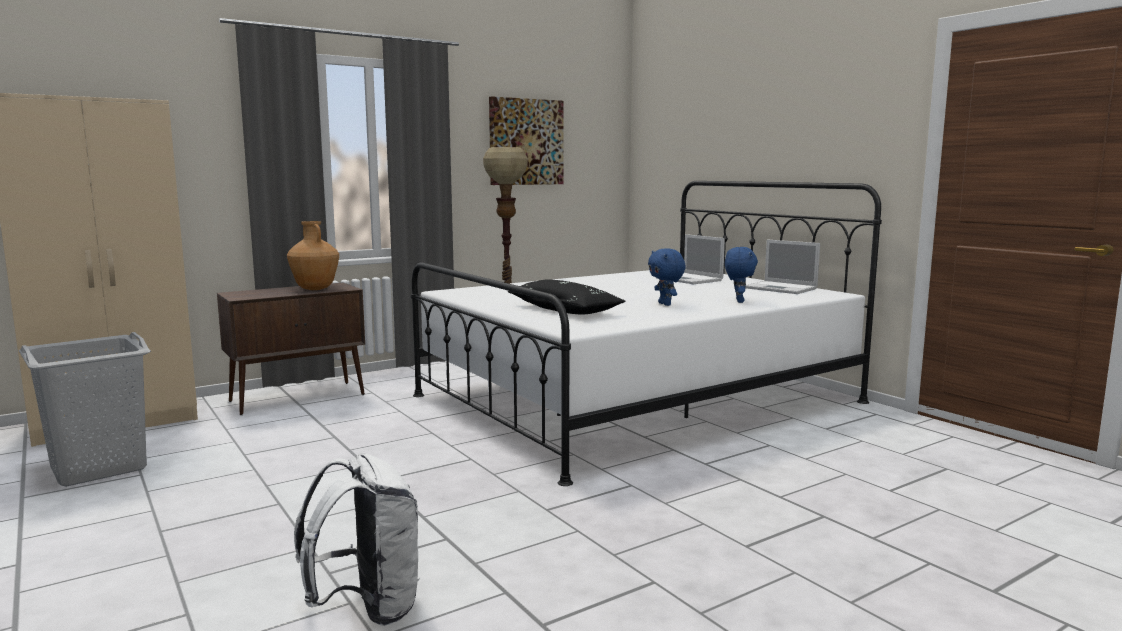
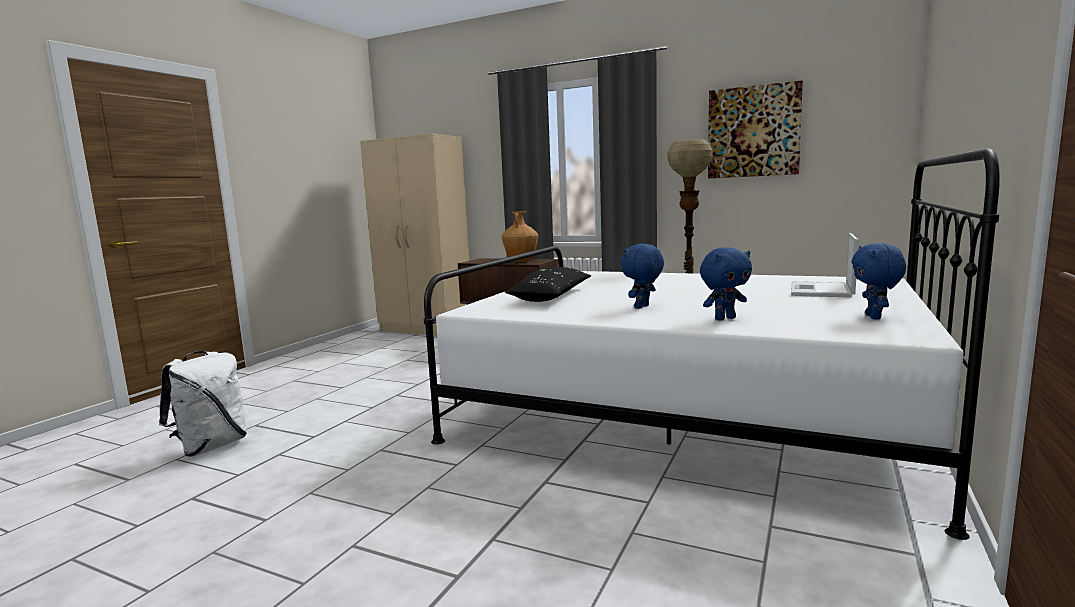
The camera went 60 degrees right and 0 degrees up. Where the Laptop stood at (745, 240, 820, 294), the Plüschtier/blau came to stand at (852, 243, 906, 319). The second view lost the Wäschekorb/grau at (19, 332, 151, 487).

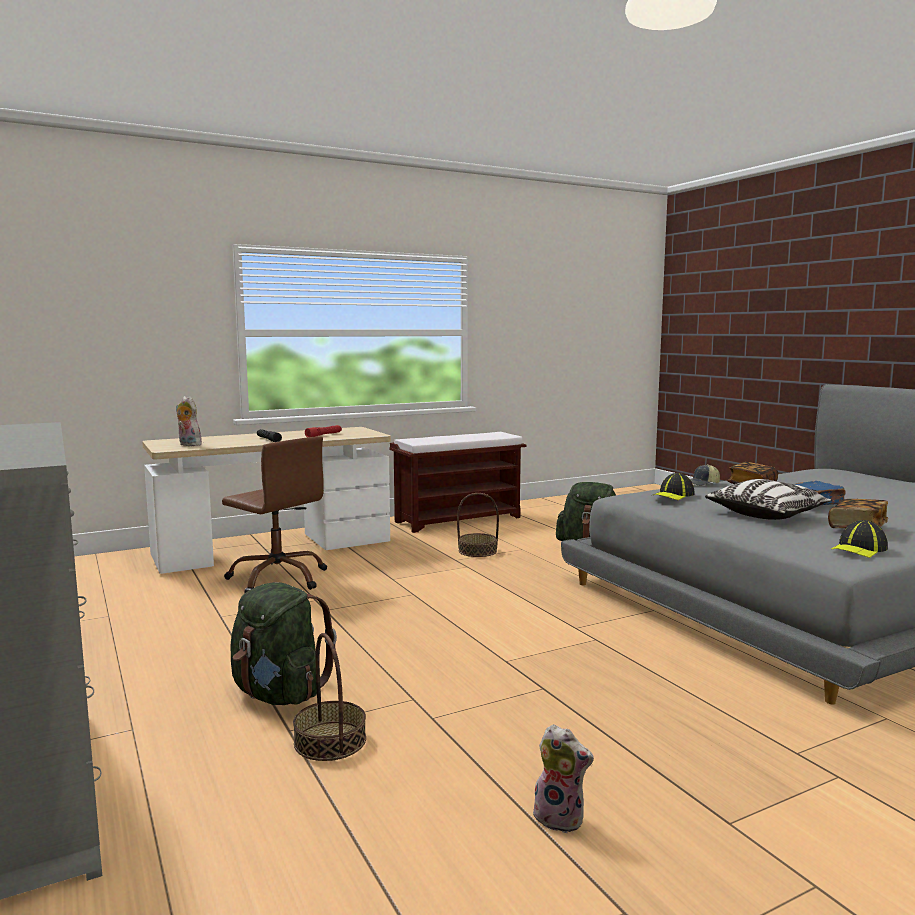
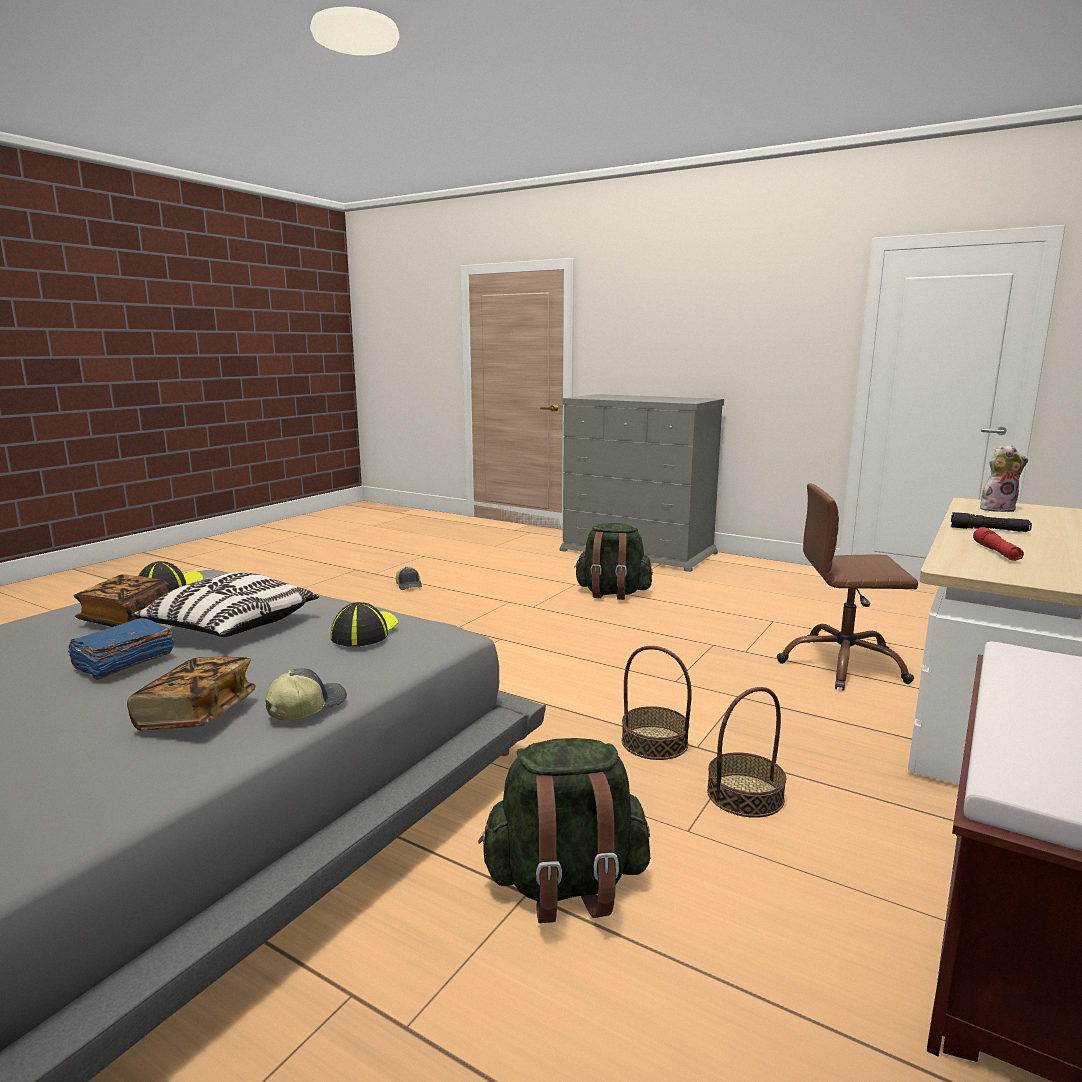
The camera went 150 degrees right and 5 degrees up. The Korb ended up elsewhere, having gone from (293, 633, 366, 761) to (621, 646, 692, 760). Where the Plüschtier stood at (533, 724, 594, 833), the Kappe came to stand at (396, 566, 422, 590).

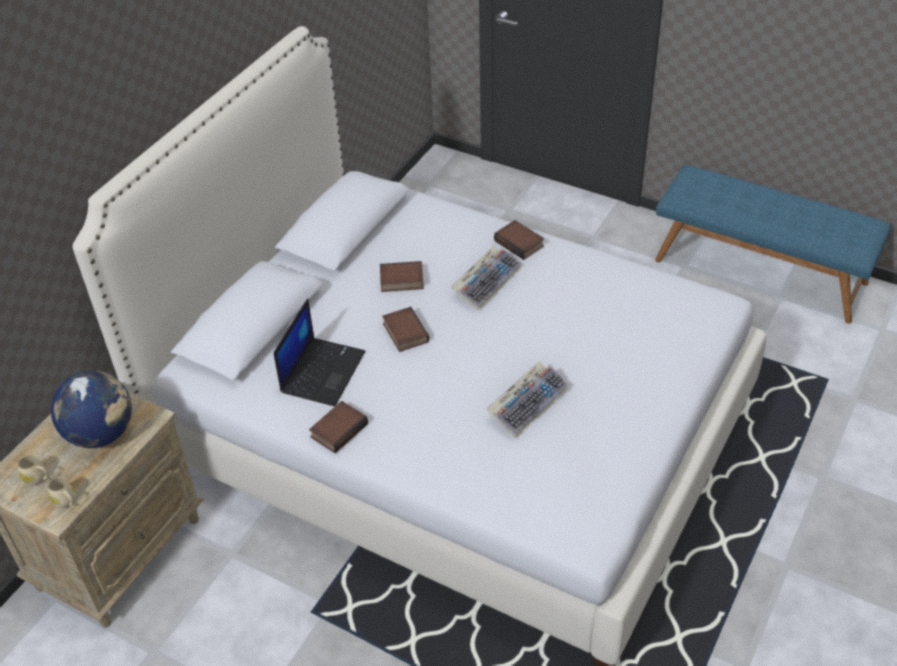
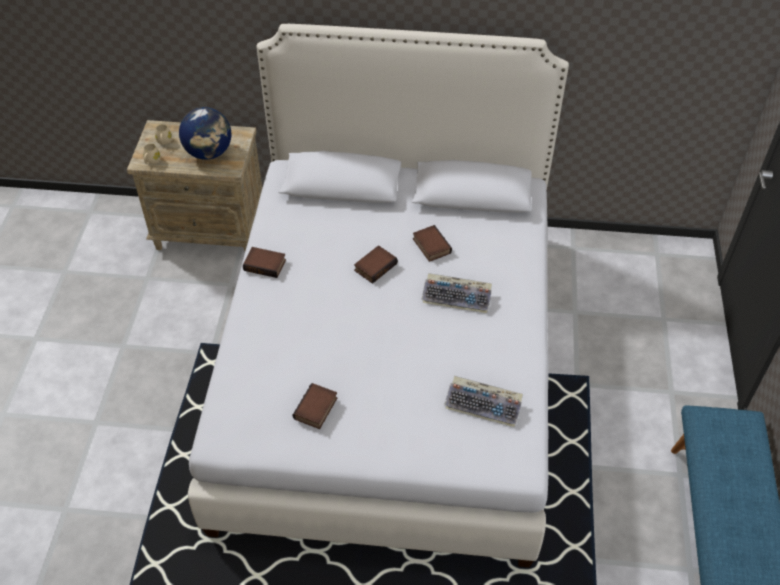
The camera went 65 degrees right and 5 degrees up. The Buch ended up elsewhere, having gone from (494, 220, 544, 260) to (293, 383, 337, 429). The second view lost the Laptop at (274, 299, 365, 406). The Tastatur ended up elsewhere, having gone from (487, 362, 569, 438) to (444, 376, 523, 427).

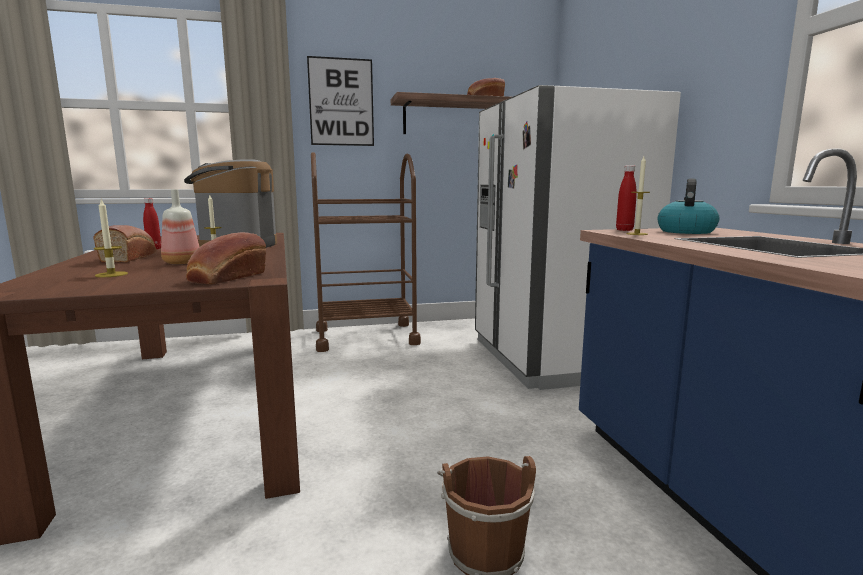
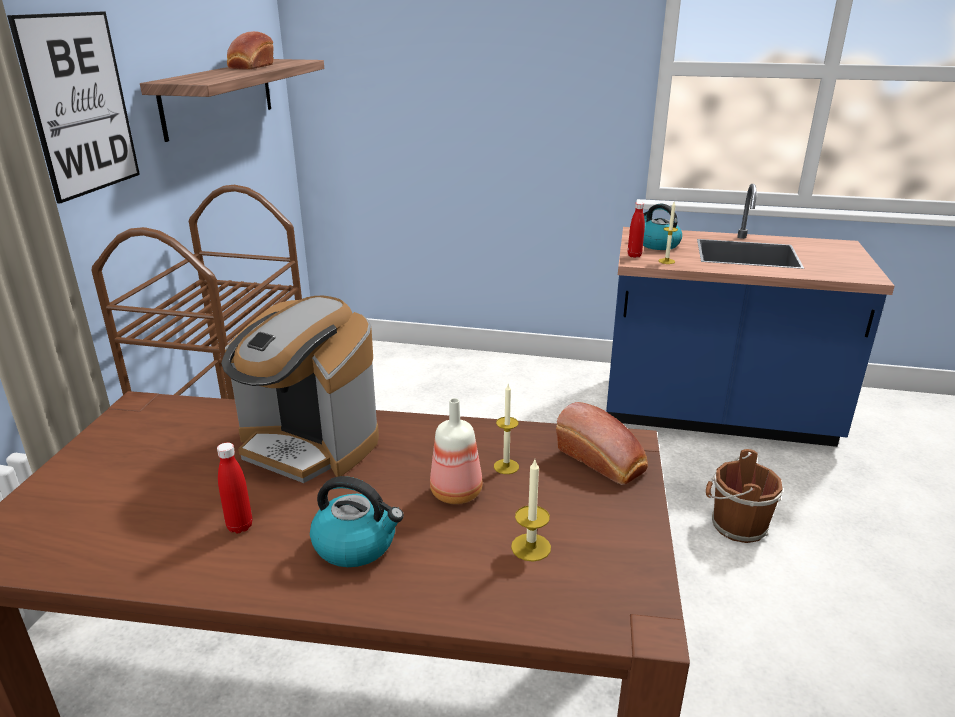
The camera went 65 degrees left and 15 degrees up. The second view lost the Kühlschrank/weiß at (475, 85, 681, 390). Where the Brot stood at (94, 225, 156, 263), the Wasserkessel came to stand at (310, 476, 404, 567).

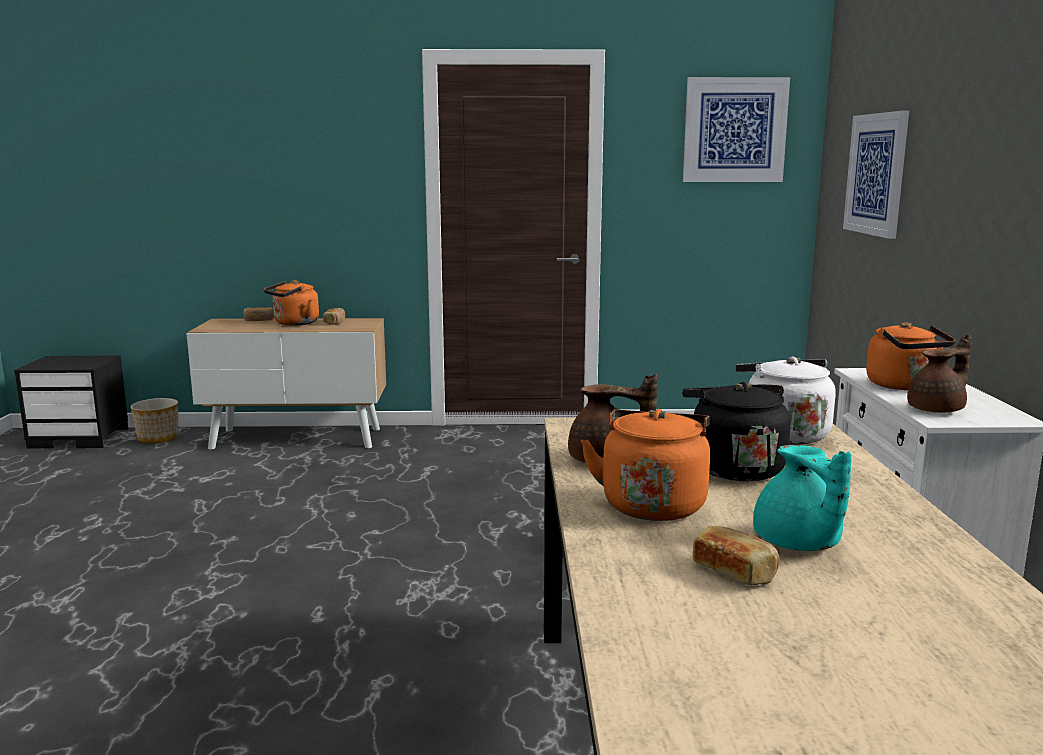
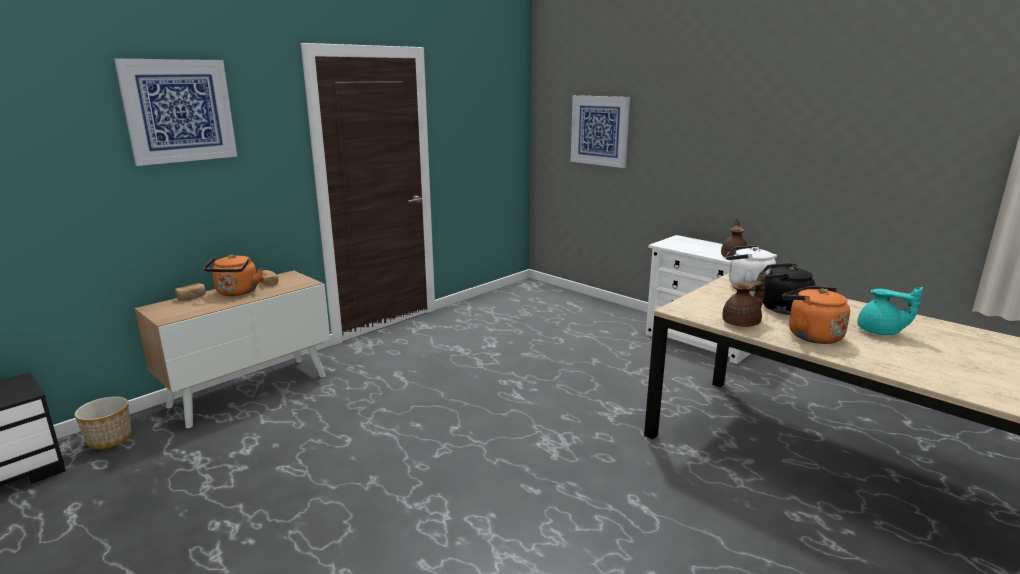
The camera went 45 degrees left and 5 degrees up. The Bild ended up elsewhere, having gone from (683, 77, 790, 182) to (114, 58, 237, 166). The second view lost the Wasserkessel/orange at (866, 322, 955, 390). The second view lost the Brot at (692, 526, 779, 585).

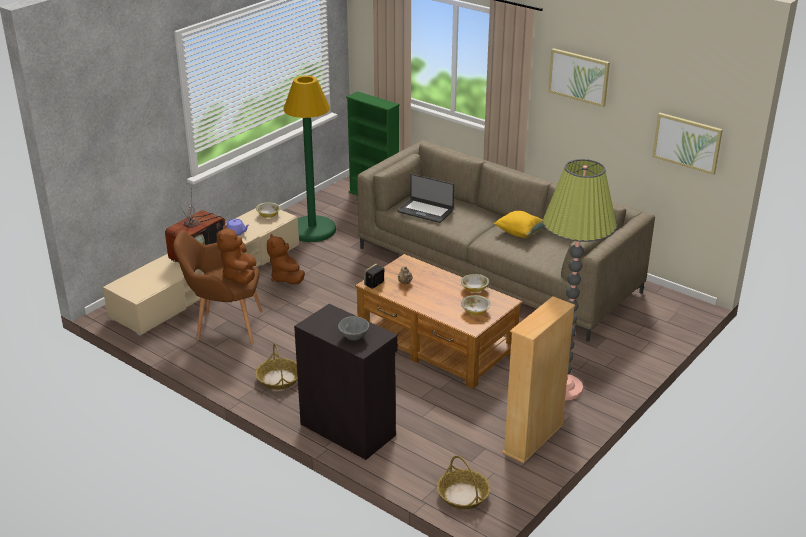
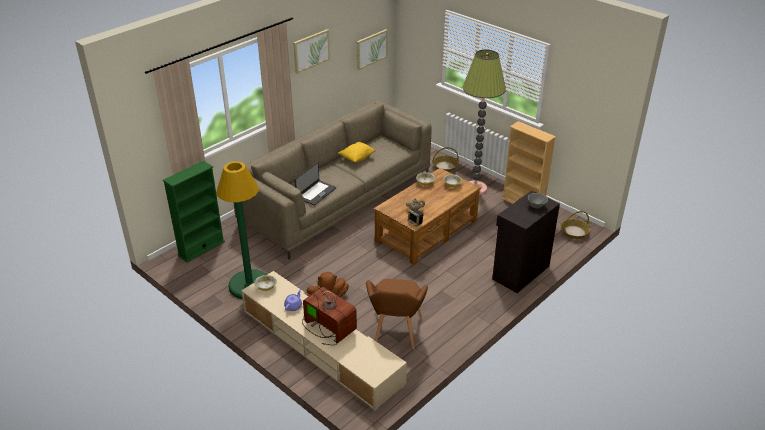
The camera went 85 degrees left and 5 degrees up. The second view lost the Plüschtier/braun at (217, 225, 256, 285). The Korb ended up elsewhere, having gone from (255, 343, 298, 390) to (432, 147, 459, 172).

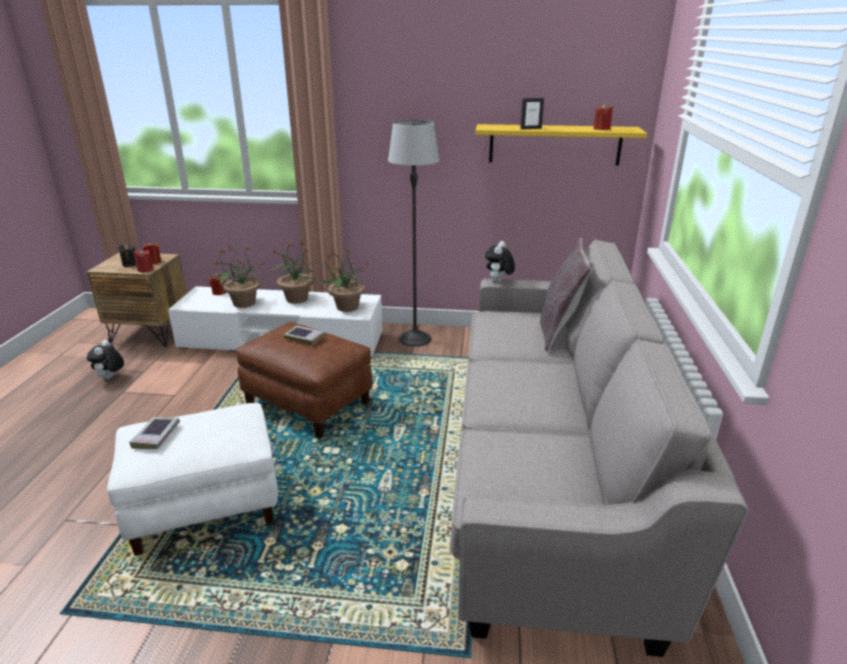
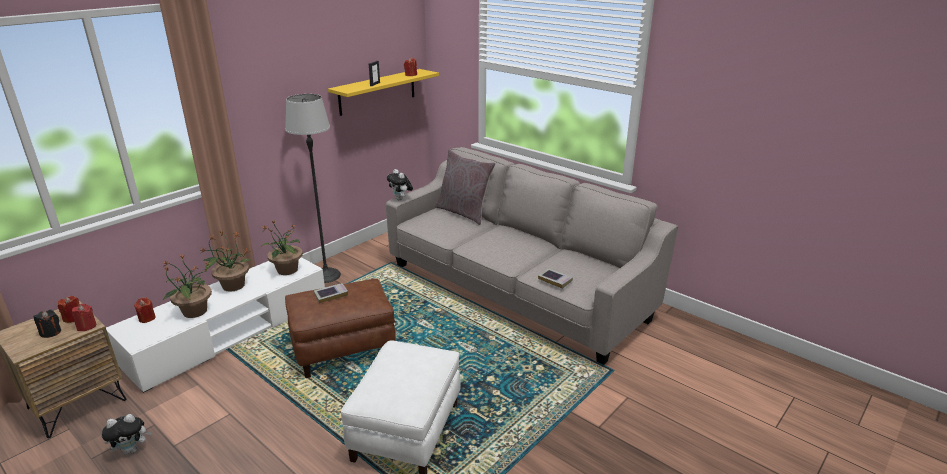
The camera went 55 degrees left and 0 degrees up. The Plüschtier at (87, 340, 124, 380) ended up facing another way, 60 degrees counterclockwise from before. The Buch ended up elsewhere, having gone from (129, 417, 180, 449) to (538, 268, 573, 289).

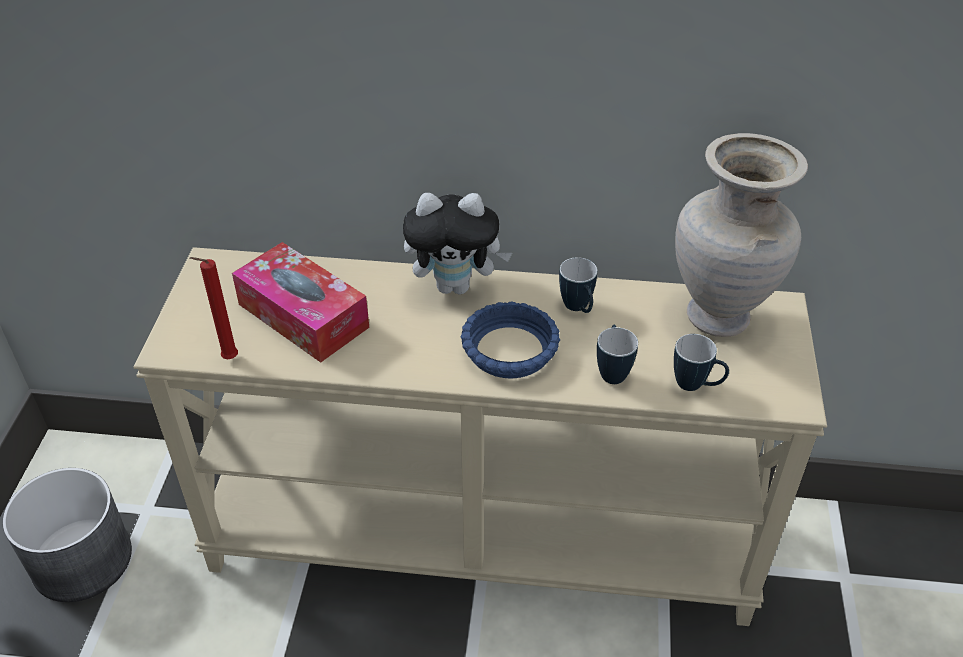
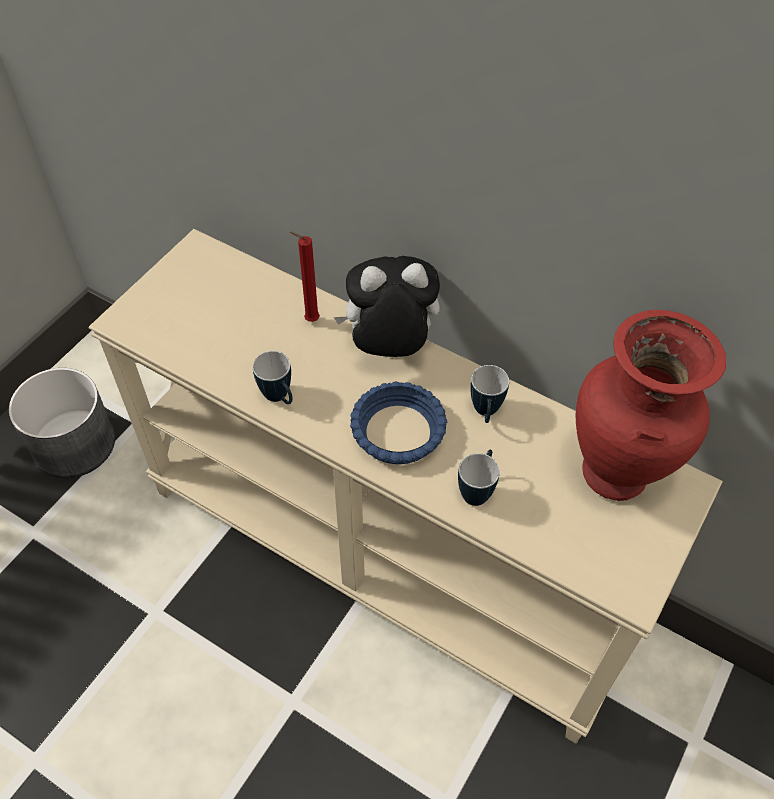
The camera went 25 degrees right and 10 degrees up. What was the Vase/beige at (675, 133, 808, 337) turned into the Vase/rot at (576, 310, 726, 501). The Plüschtier at (403, 193, 512, 295) ended up facing another way, 150 degrees clockwise from before. The second view lost the Taschentuchbox at (232, 242, 370, 363). The Kerze/rot ended up elsewhere, having gone from (190, 257, 238, 359) to (290, 232, 320, 322). The Henkelbecher ended up elsewhere, having gone from (674, 334, 729, 391) to (253, 351, 293, 404).

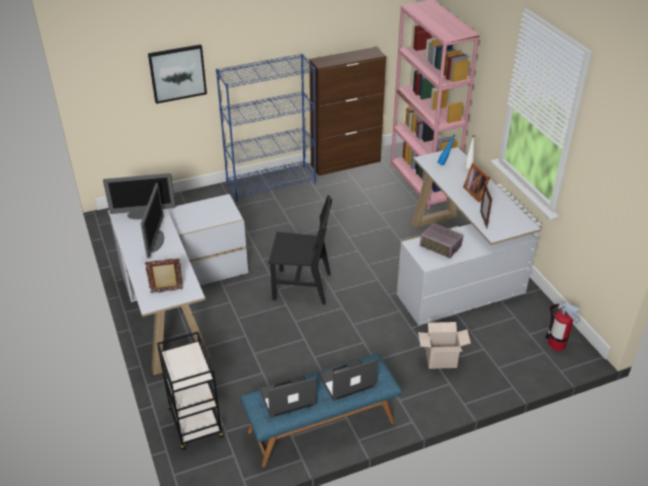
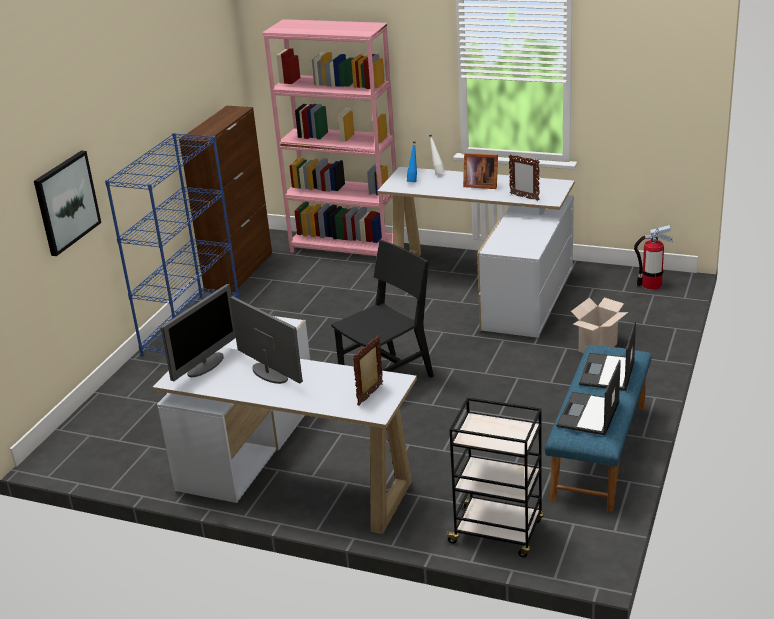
The camera went 45 degrees left and 10 degrees down. The second view lost the Radio at (420, 223, 463, 259).

